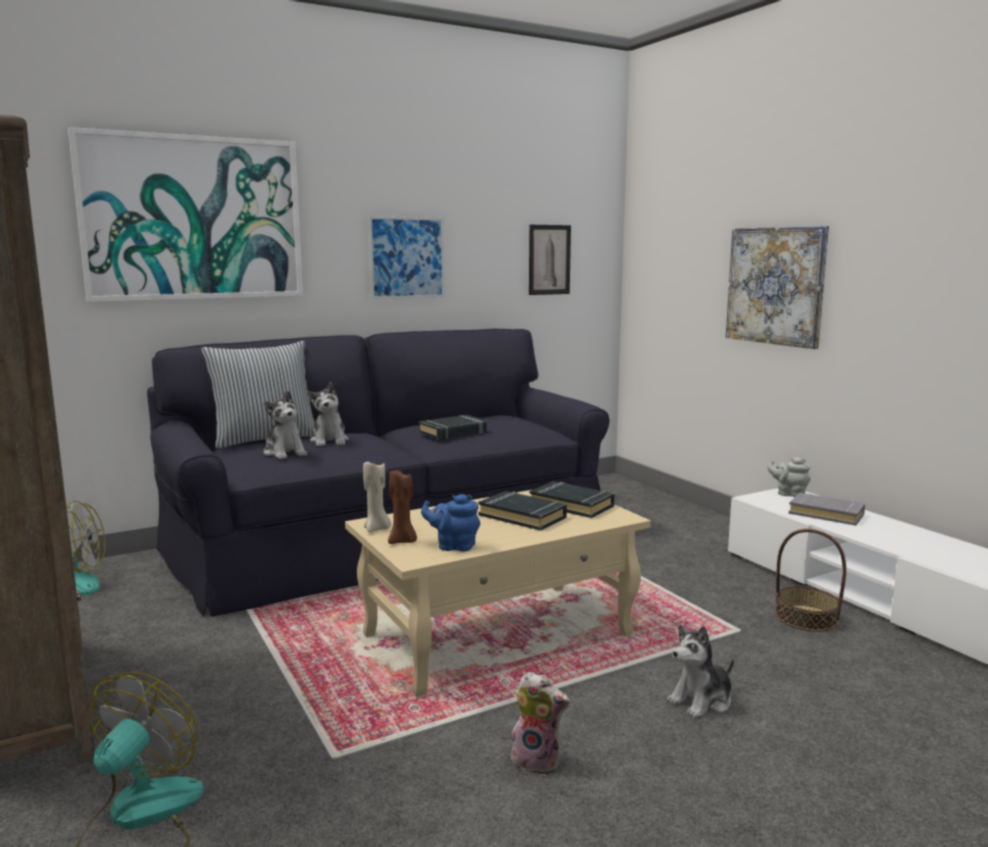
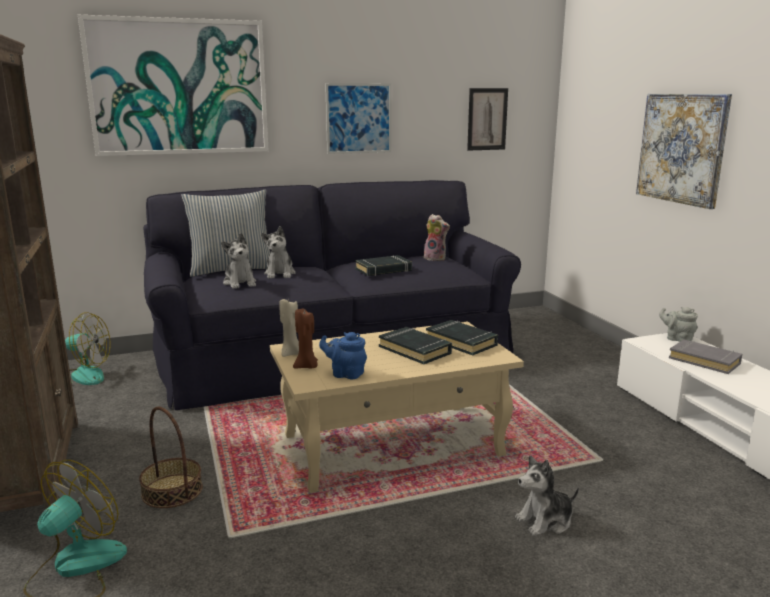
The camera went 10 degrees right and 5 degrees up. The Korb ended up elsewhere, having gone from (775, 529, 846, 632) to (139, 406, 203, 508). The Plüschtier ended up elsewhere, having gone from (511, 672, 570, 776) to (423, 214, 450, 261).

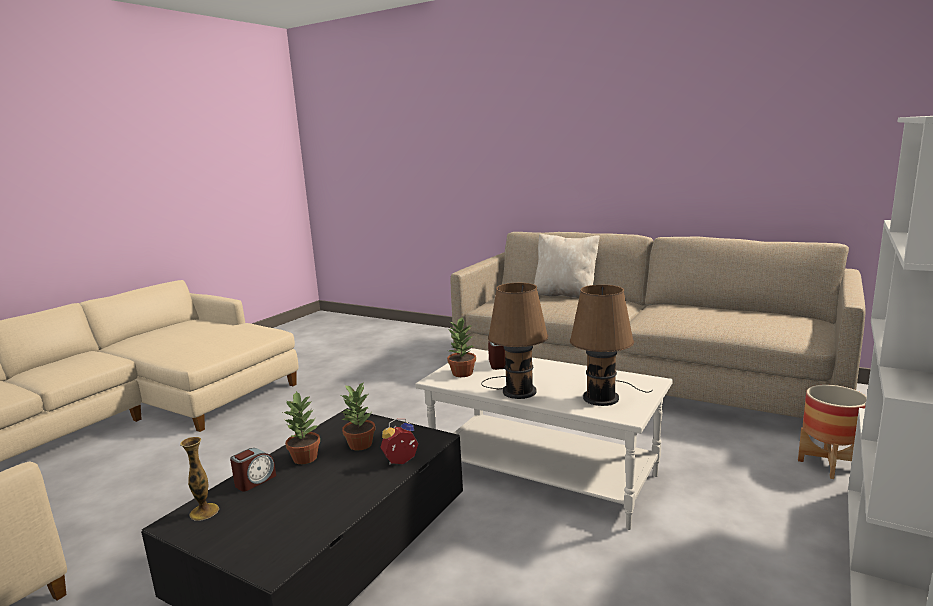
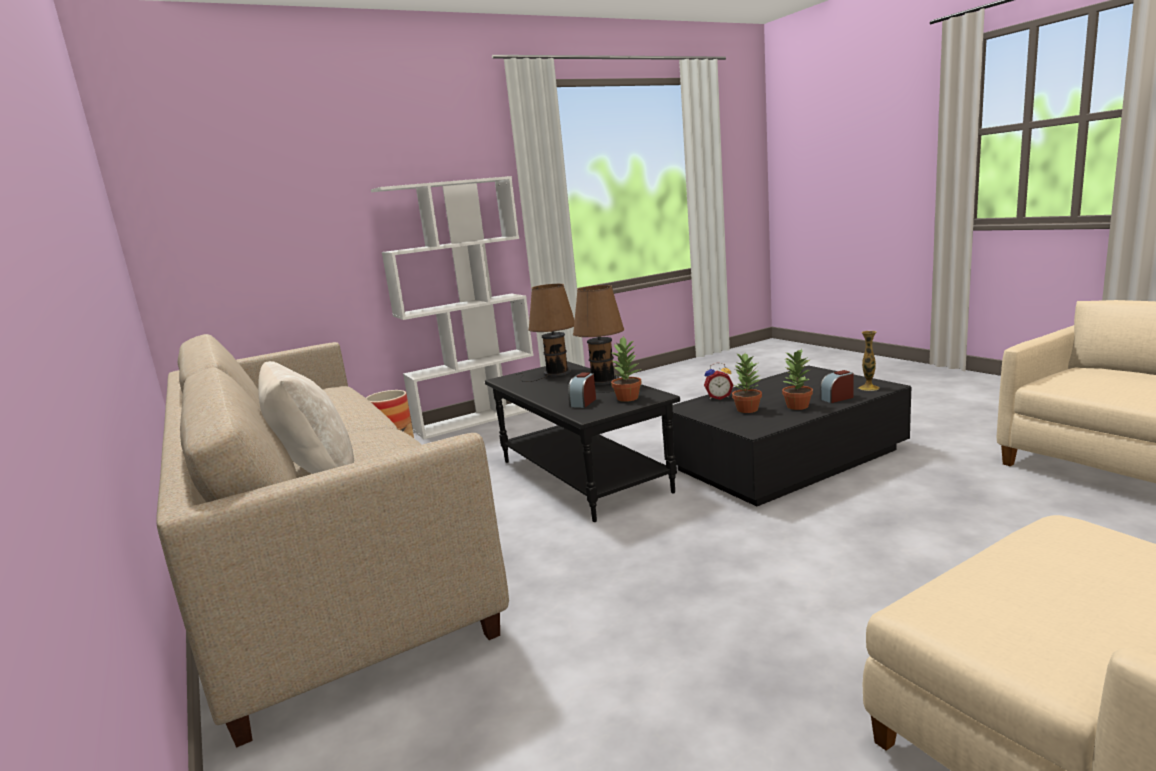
The camera went 150 degrees left and 0 degrees up. What was the Couchtisch/weiß at (415, 348, 673, 530) turned into the Couchtisch/schwarz at (485, 361, 680, 522).

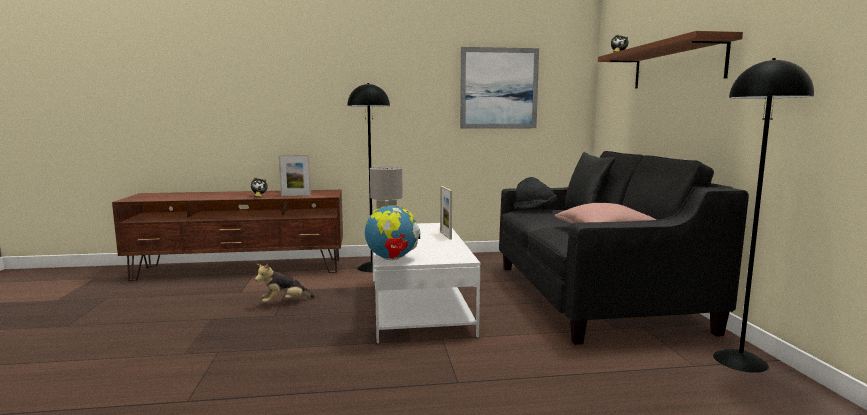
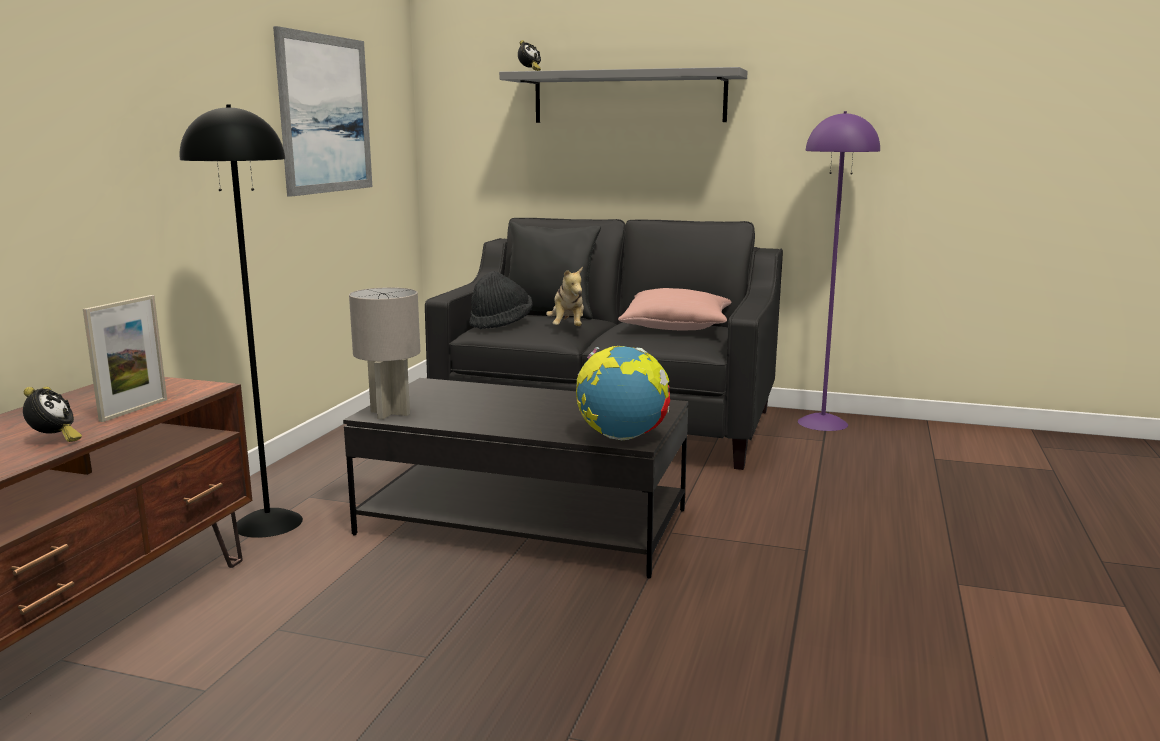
The camera went 65 degrees left and 5 degrees up. What was the Wandregal/braun at (598, 31, 743, 88) turned into the Wandregal/grau at (499, 67, 748, 123). What was the Stehlampe/schwarz at (713, 58, 814, 373) turned into the Stehlampe/lila at (798, 111, 880, 431). The second view lost the Bilderrahmen at (440, 186, 452, 239). What was the Couchtisch/weiß at (372, 223, 480, 343) turned into the Couchtisch/schwarz at (343, 378, 688, 579). The Plüschtier ended up elsewhere, having gone from (255, 264, 315, 303) to (546, 266, 584, 326).

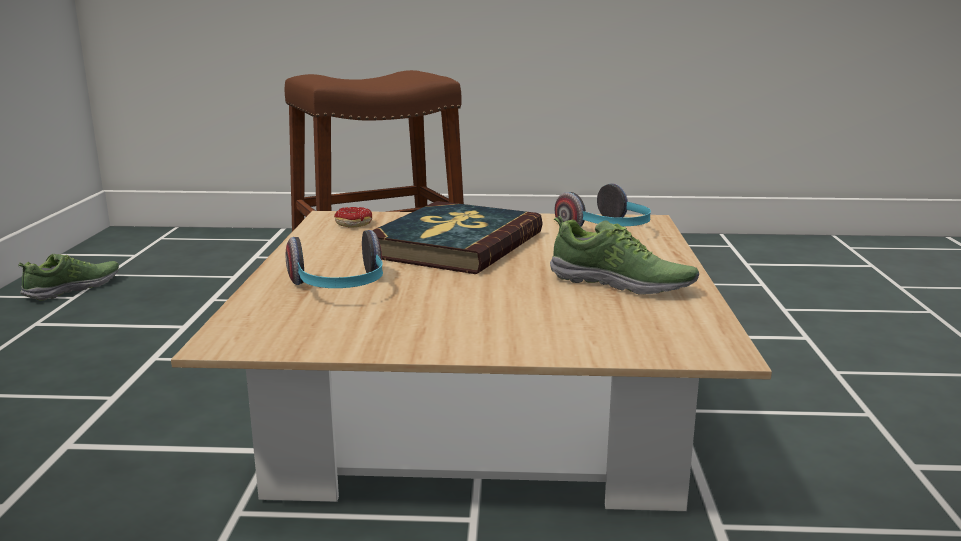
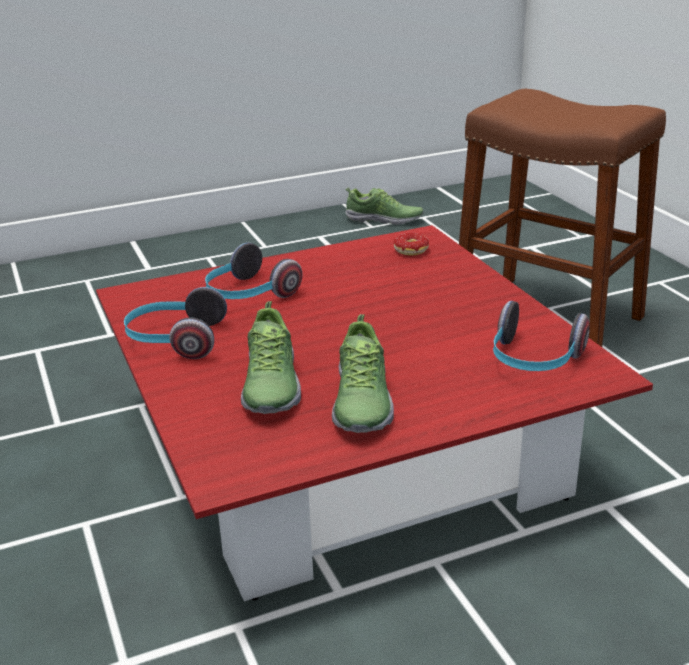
The camera went 65 degrees right and 10 degrees up. The second view lost the Buch at (372, 201, 543, 274). What was the Couchtisch/beige at (171, 211, 772, 511) turned into the Couchtisch/rot at (96, 225, 653, 601). The second view gained the Kopfhörer at (124, 287, 227, 359). The second view gained the Schuh at (241, 301, 301, 414).

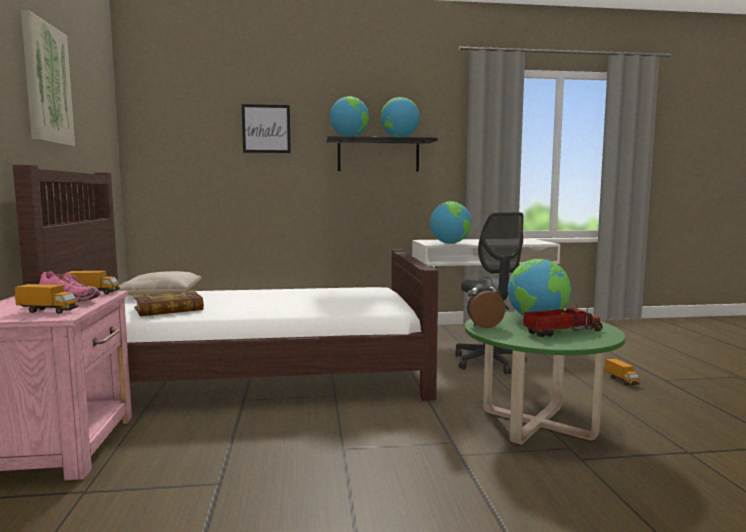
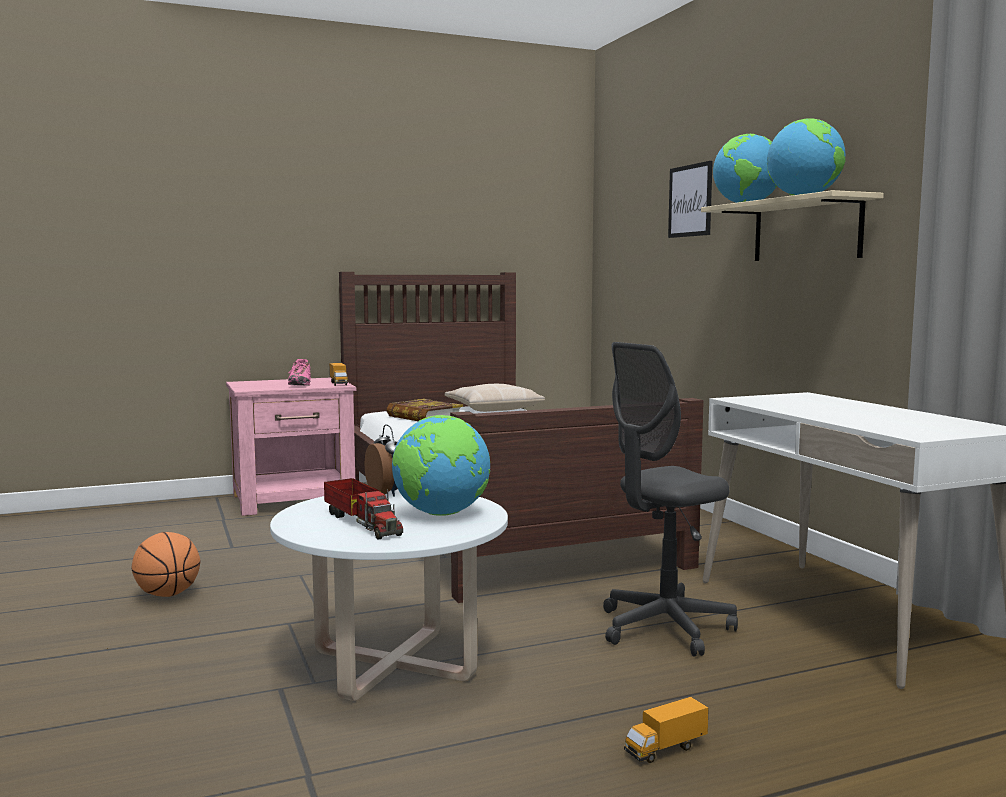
The camera went 75 degrees right and 0 degrees up. The second view lost the Bild at (21, 10, 75, 147). What was the Wandregal/schwarz at (326, 136, 438, 172) turned into the Wandregal/beige at (701, 190, 884, 261). The second view lost the Globus at (430, 201, 472, 244). The second view lost the Spielzeuglaster at (14, 284, 78, 314). What was the Couchtisch/grün at (465, 312, 626, 445) turned into the Couchtisch/weiß at (270, 489, 508, 701). The second view gained the Basketball at (131, 532, 200, 597).

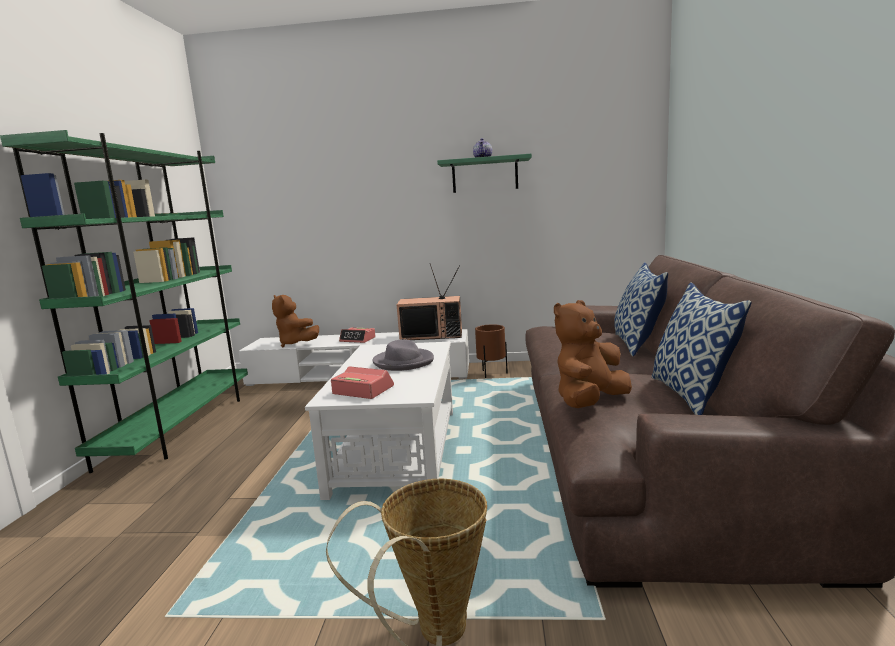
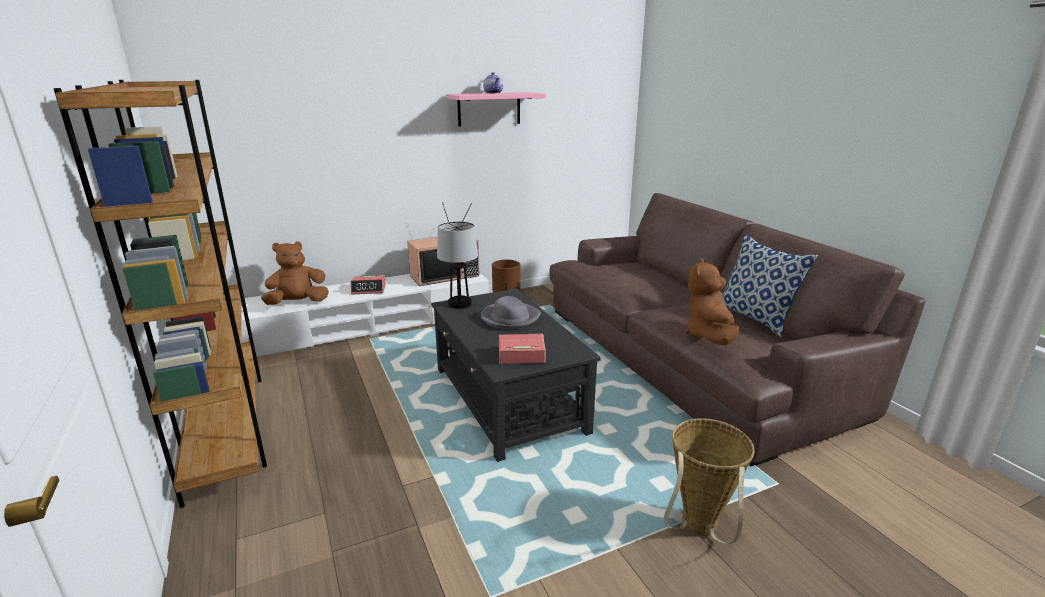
The camera went 30 degrees left and 10 degrees up. What was the Bücherregal/grün at (0, 130, 248, 473) turned into the Bücherregal/braun at (53, 80, 267, 508). What was the Wandregal/grün at (437, 154, 532, 193) turned into the Wandregal/rosa at (446, 92, 546, 127). The second view lost the Kissen at (614, 262, 668, 357). The Plüschtier/braun at (272, 295, 319, 348) ended up facing another way, 135 degrees clockwise from before. What was the Couchtisch/weiß at (305, 342, 453, 500) turned into the Couchtisch/schwarz at (431, 288, 601, 462). The second view gained the Tischlampe at (437, 221, 478, 309).

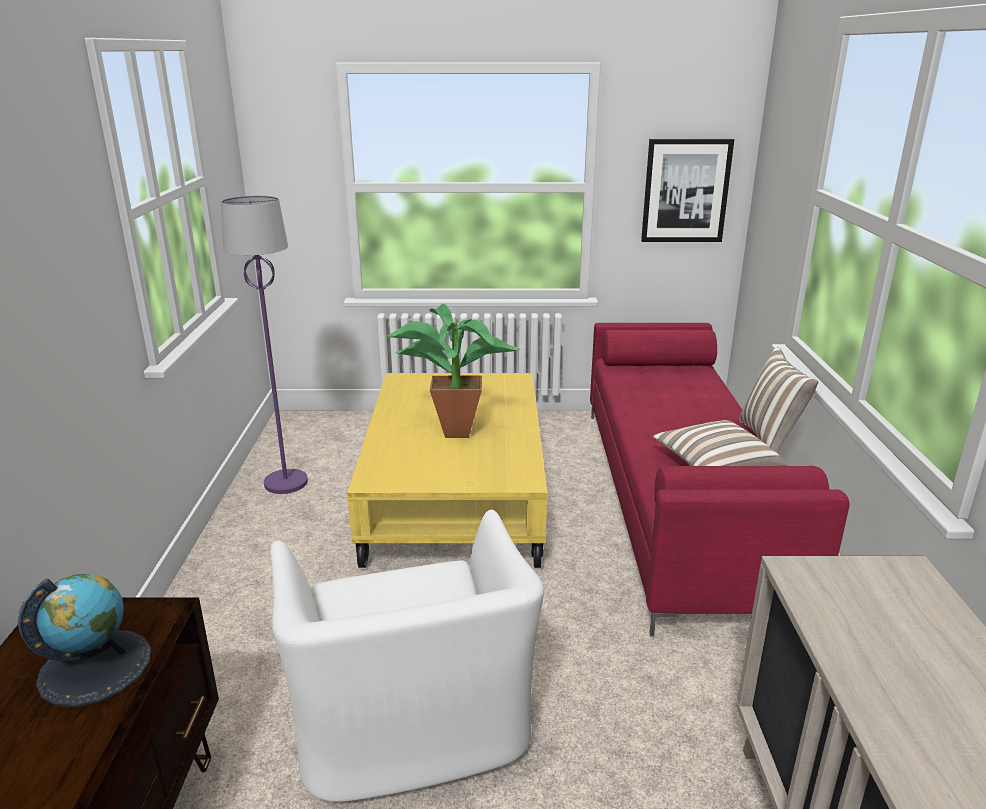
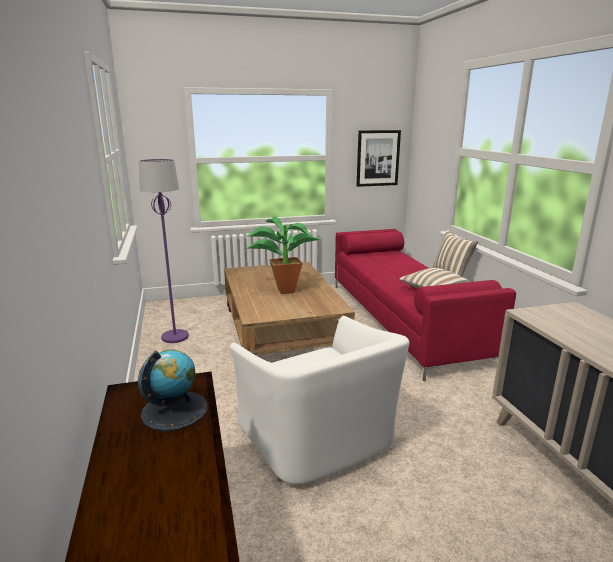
The camera went 15 degrees left and 5 degrees down. What was the Couchtisch/gelb at (347, 373, 547, 568) turned into the Couchtisch/braun at (224, 262, 355, 355).

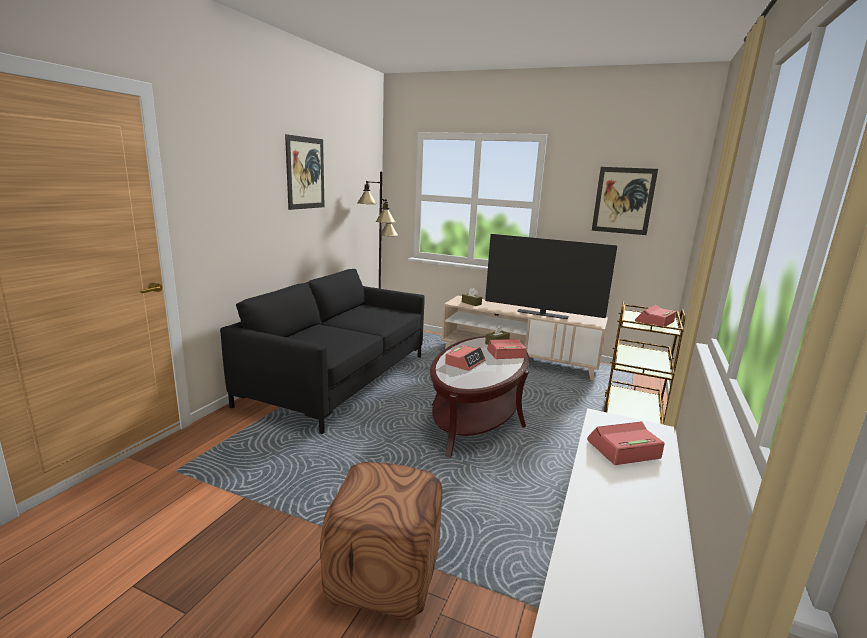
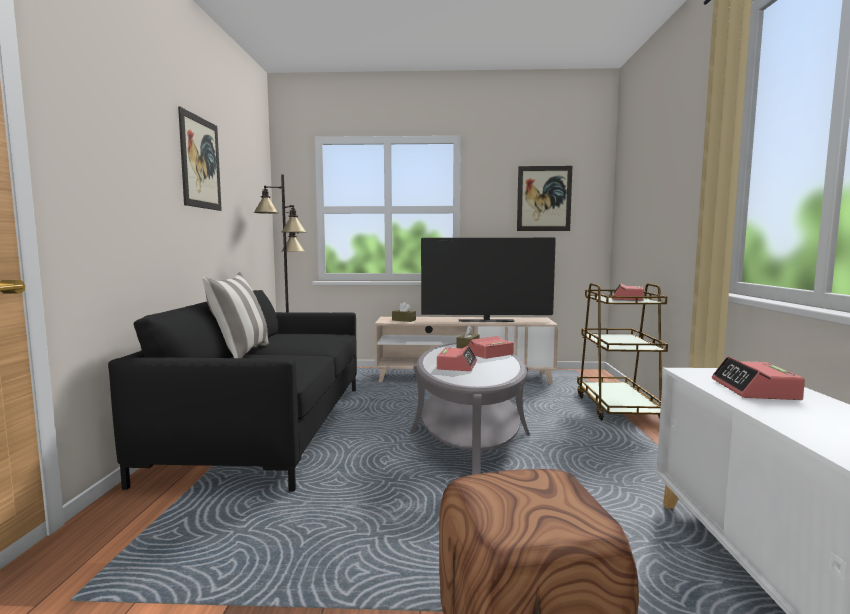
The camera went 20 degrees left and 10 degrees down. What was the Couchtisch/braun at (430, 336, 529, 458) turned into the Couchtisch/grau at (410, 343, 530, 475). The Wecker at (587, 421, 665, 465) ended up facing another way, 45 degrees counterclockwise from before. The second view gained the Kissen at (202, 272, 269, 358).

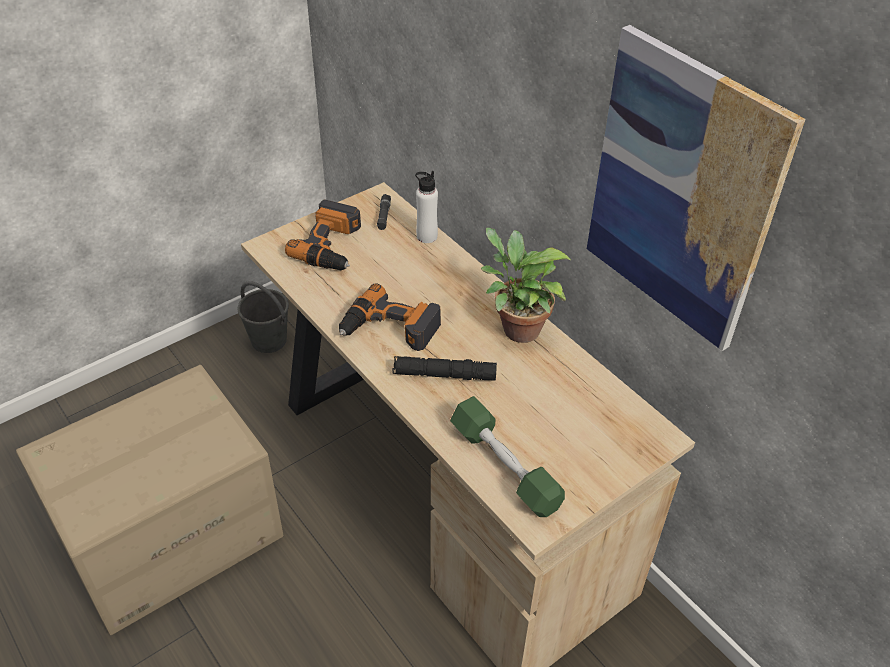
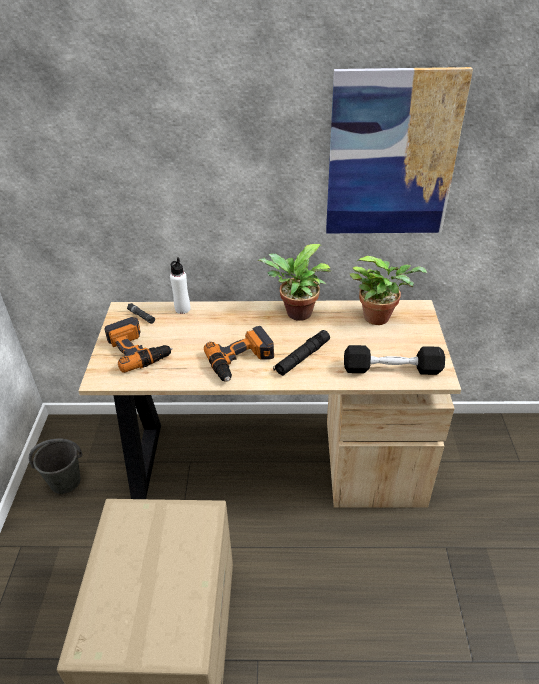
The camera went 50 degrees left and 5 degrees down. What was the Hantel/grün at (450, 396, 565, 517) turned into the Hantel/schwarz at (344, 345, 445, 375). The second view gained the Topfpflanze at (350, 256, 427, 325).

